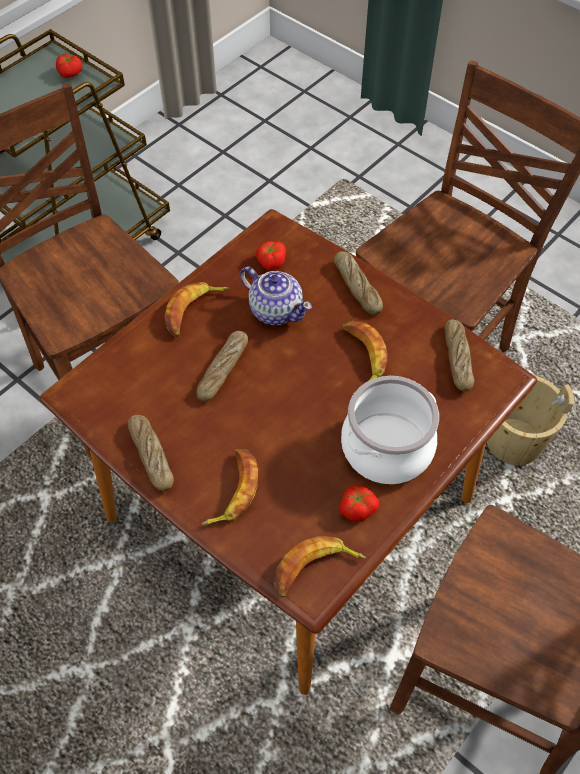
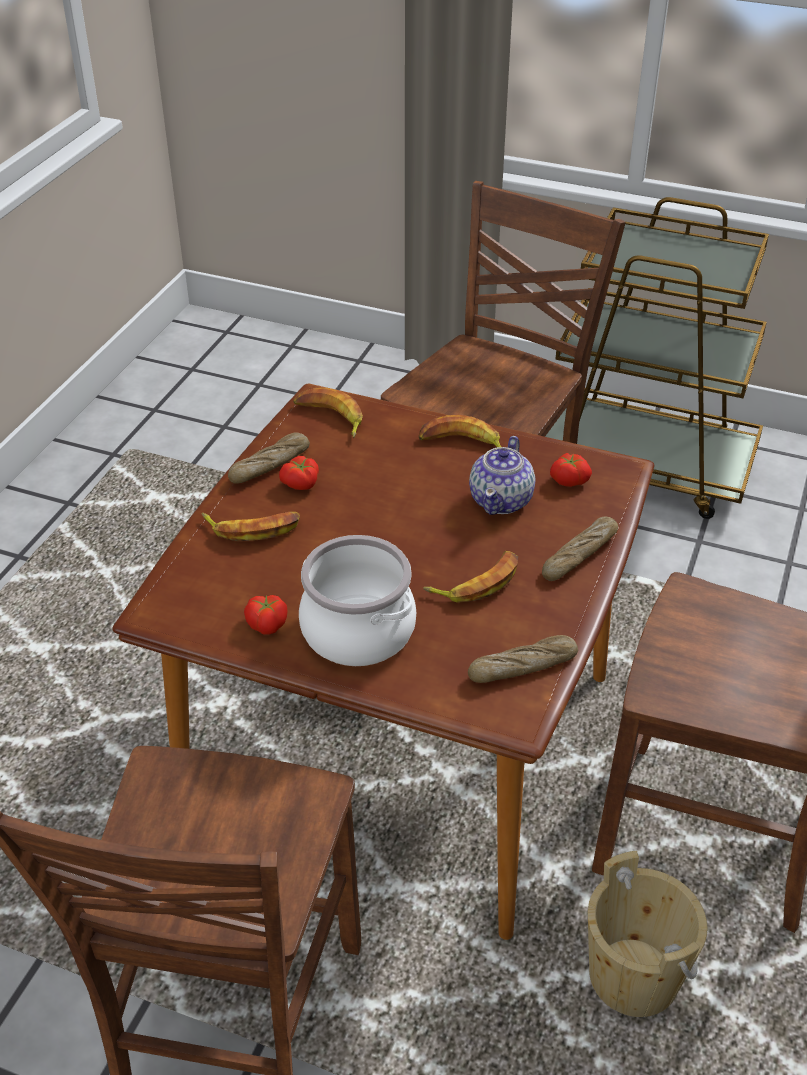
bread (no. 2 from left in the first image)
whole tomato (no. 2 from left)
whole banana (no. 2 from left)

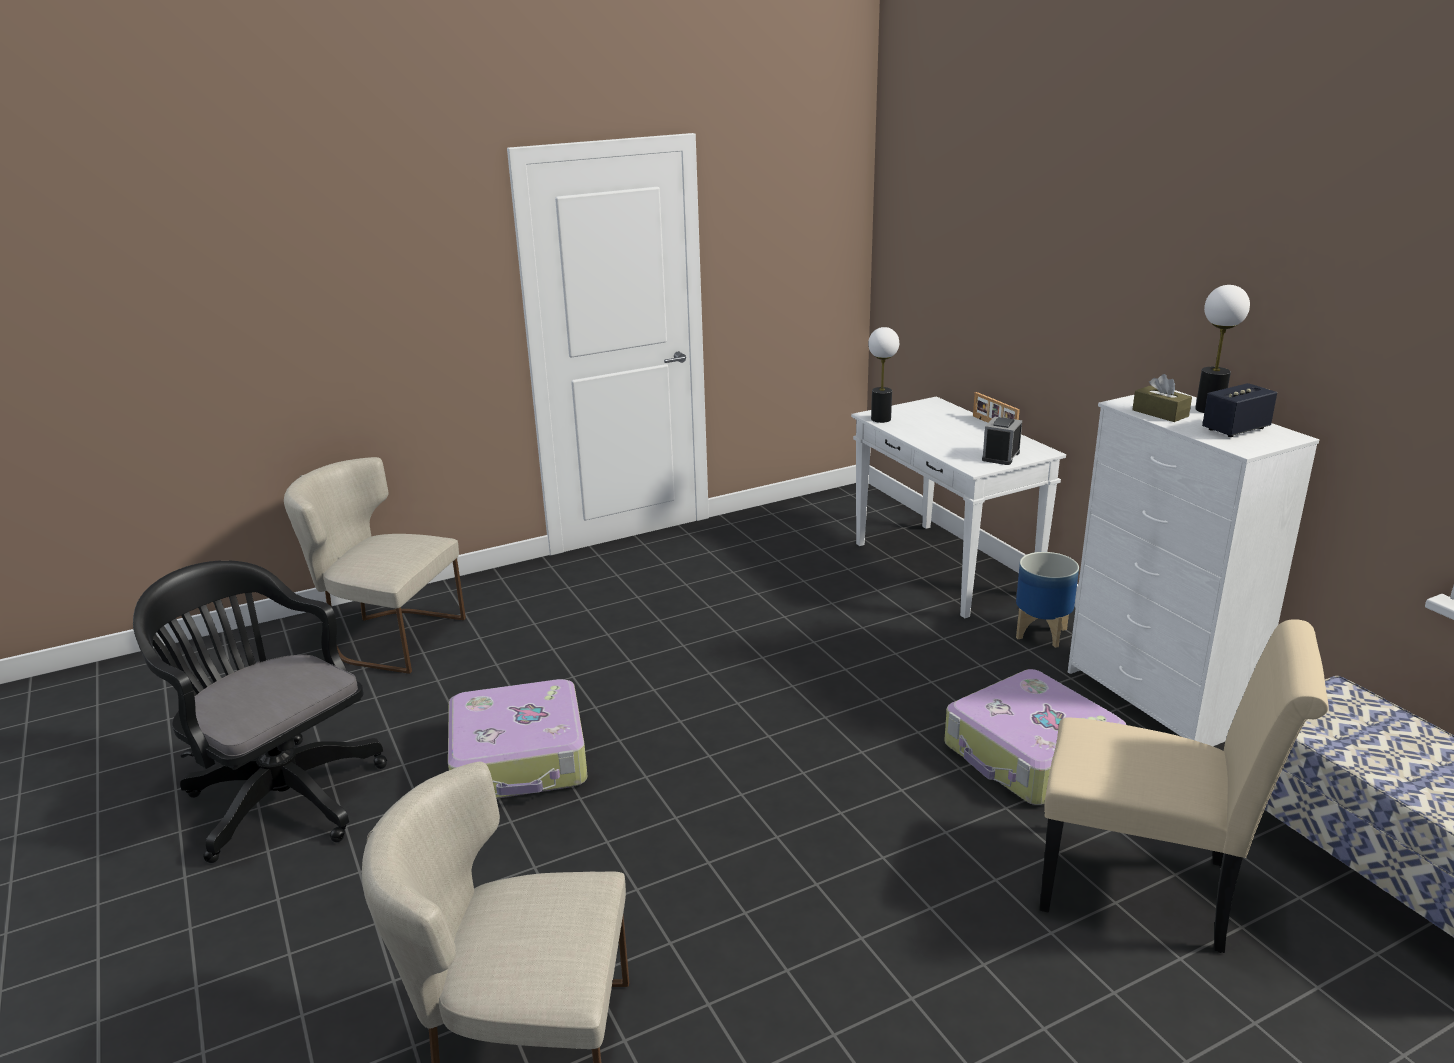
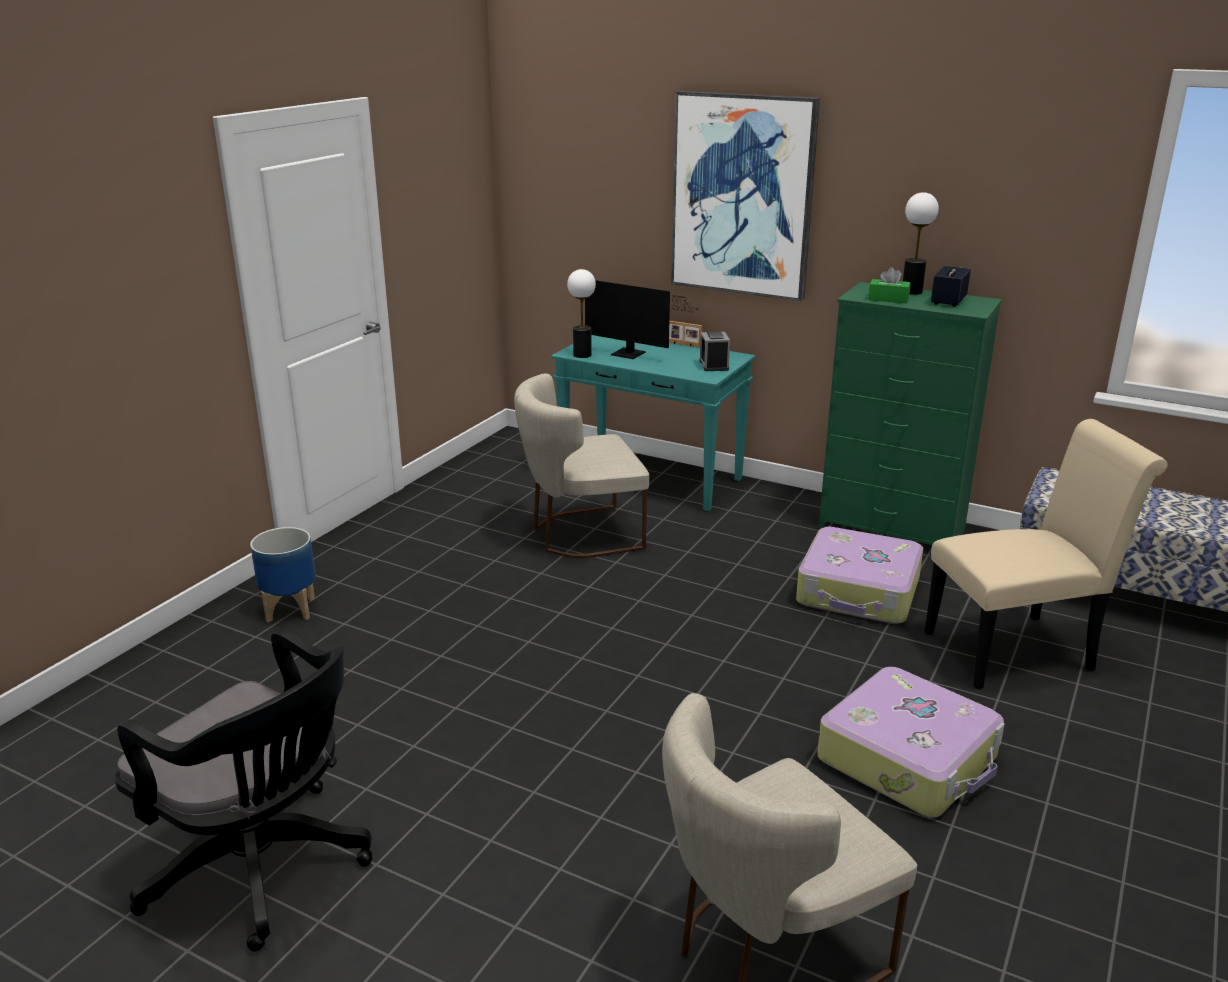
monitor
wall art
plain chair in beige-coloured (no. 1 from left)
travel case (no. 2 from left)
planter
console table in turquoise
drawer chest in green-coloured
tissue holder in green-coloured
desk chair in black-coloured

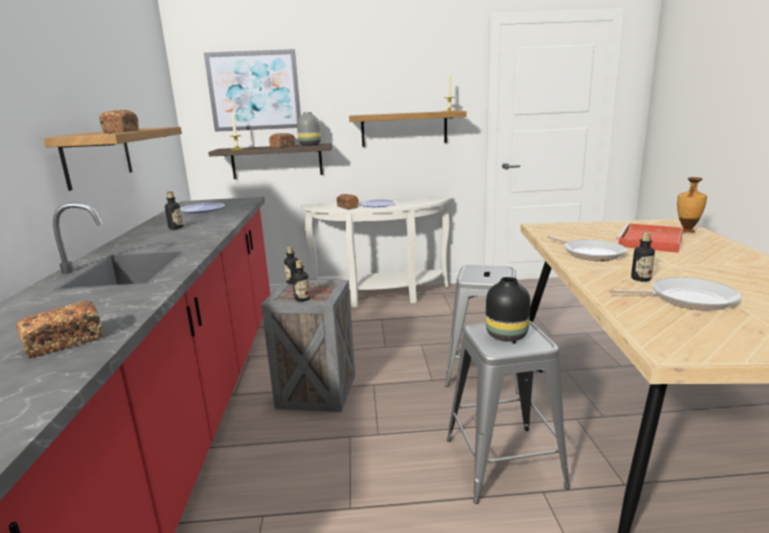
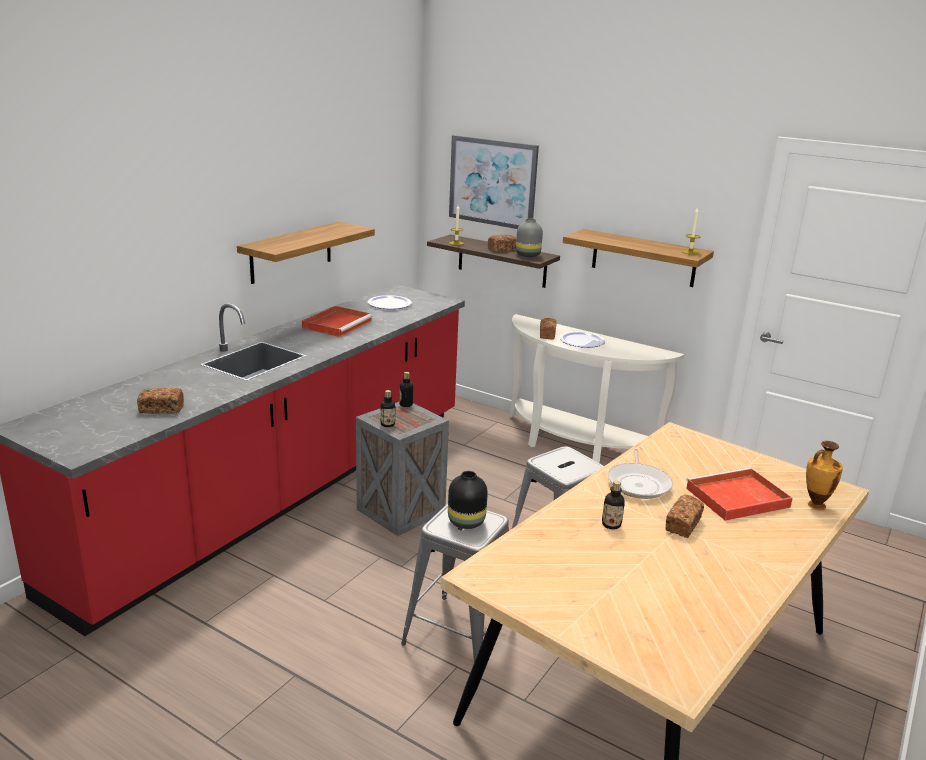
frying pan (no. 2 from left in the first image)
bread (no. 4 from left)
serving tray in reddish (no. 1 from left)

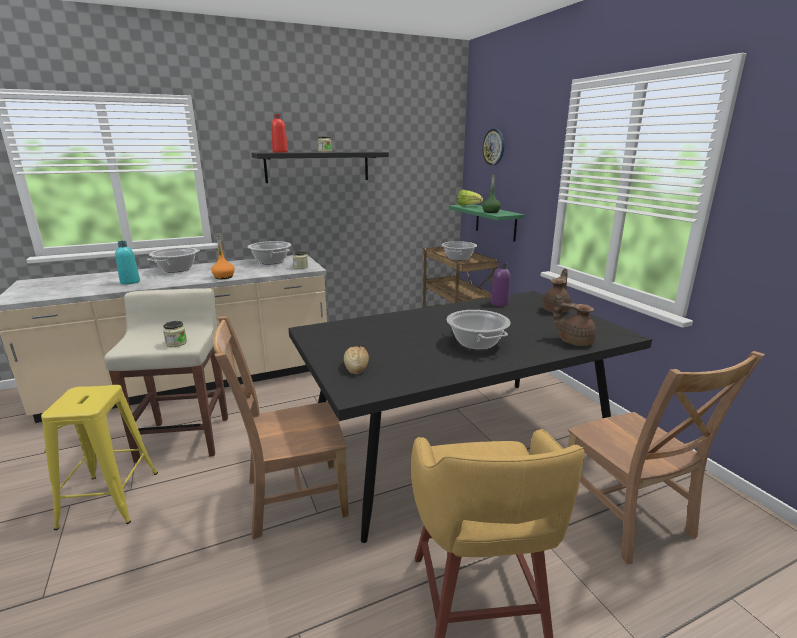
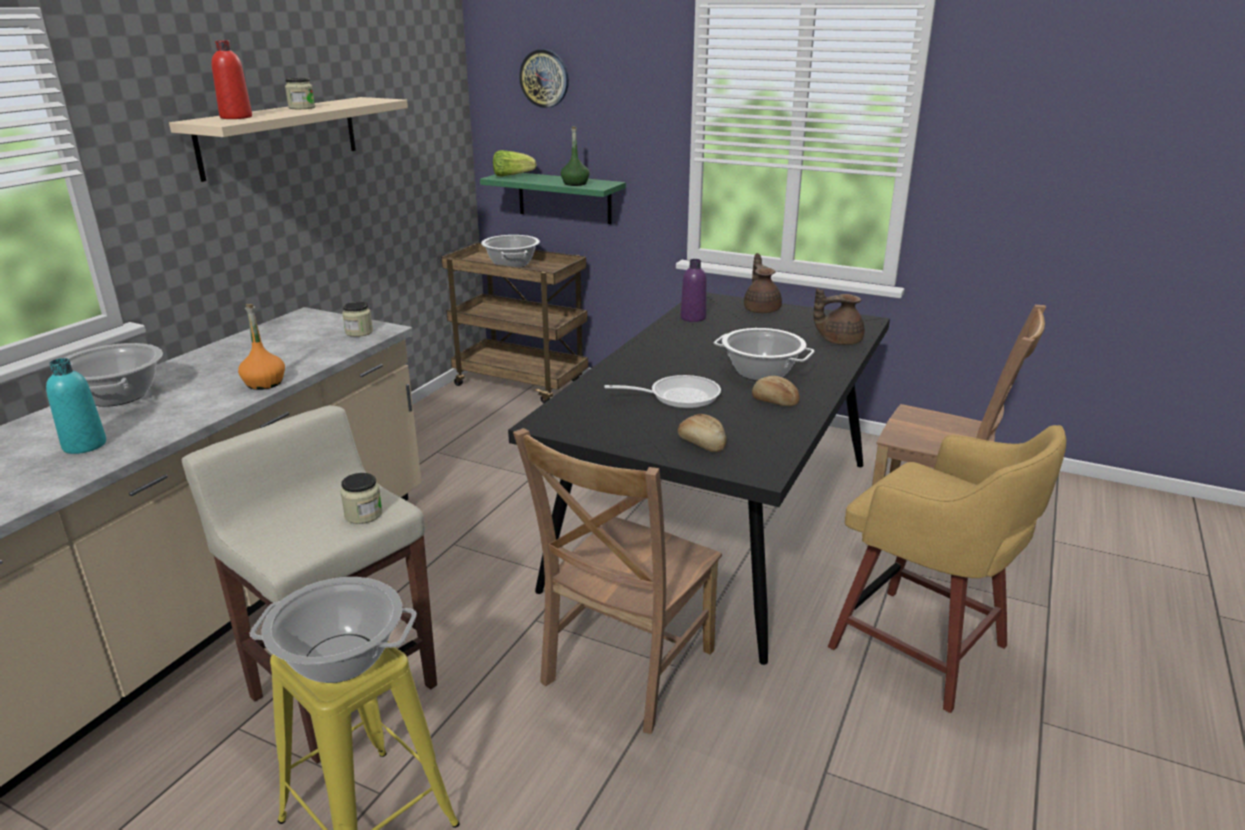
frying pan
bread (no. 2 from left)
saucepot (no. 2 from left)
shelf in beige-coloured

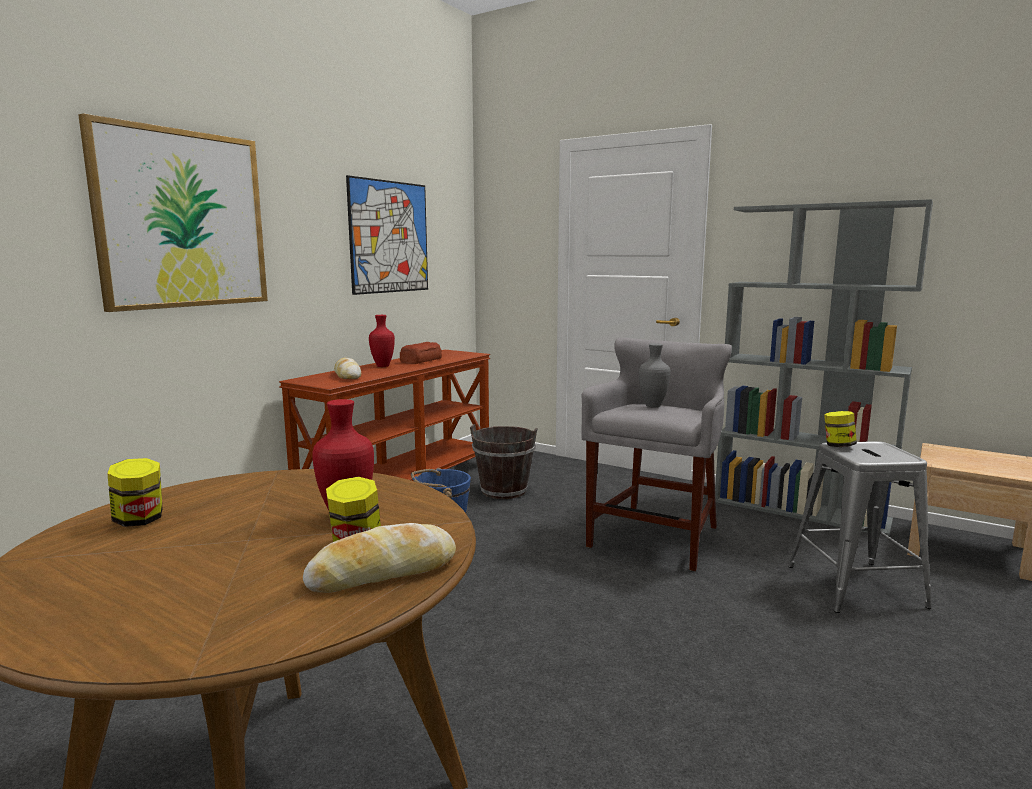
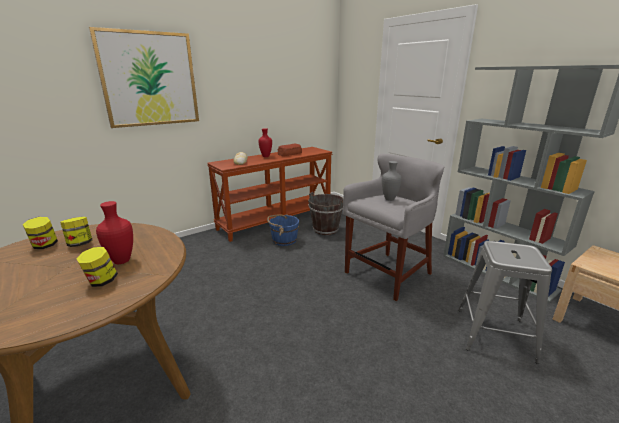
bread (no. 2 from left in the first image)
wall art (no. 2 from left in the first image)
storage jar (no. 2 from left)

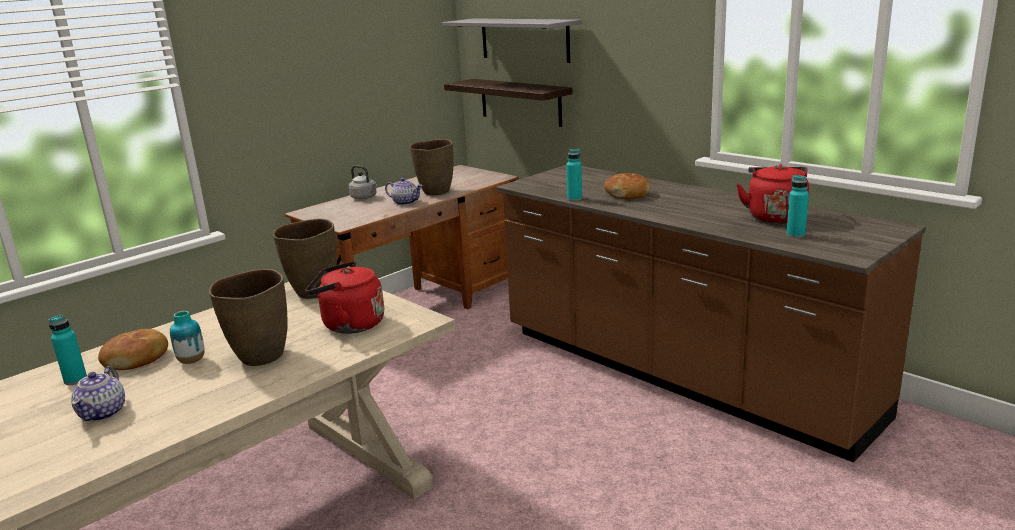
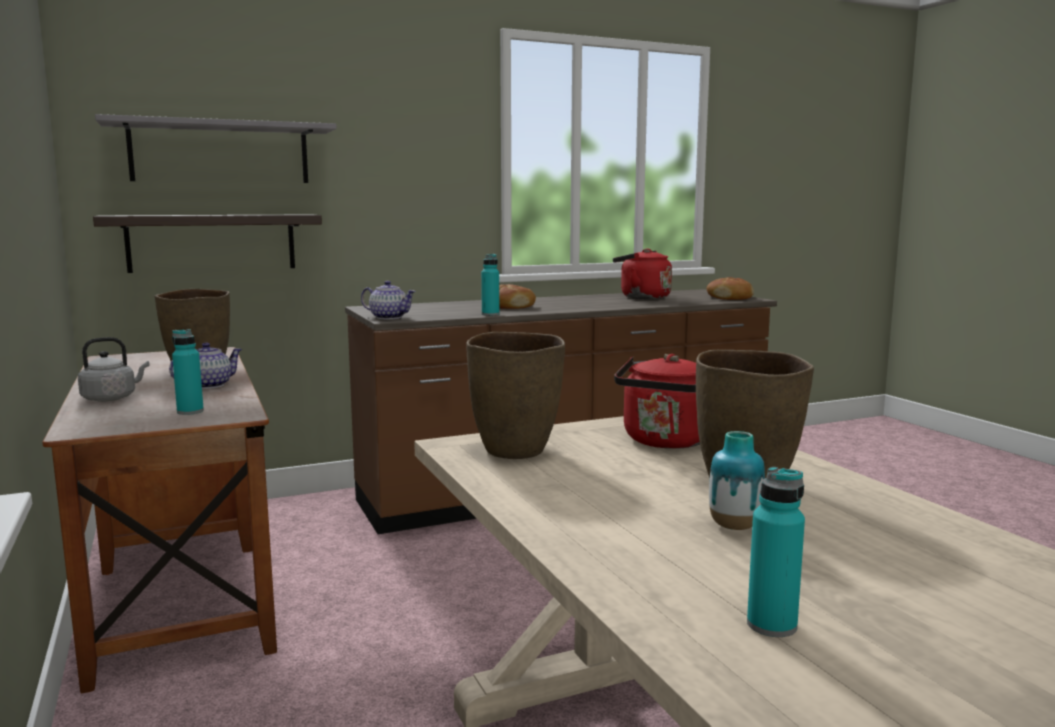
pot for tea (no. 2 from left)
bread (no. 2 from left)
drink bottle in turquoise (no. 1 from left)

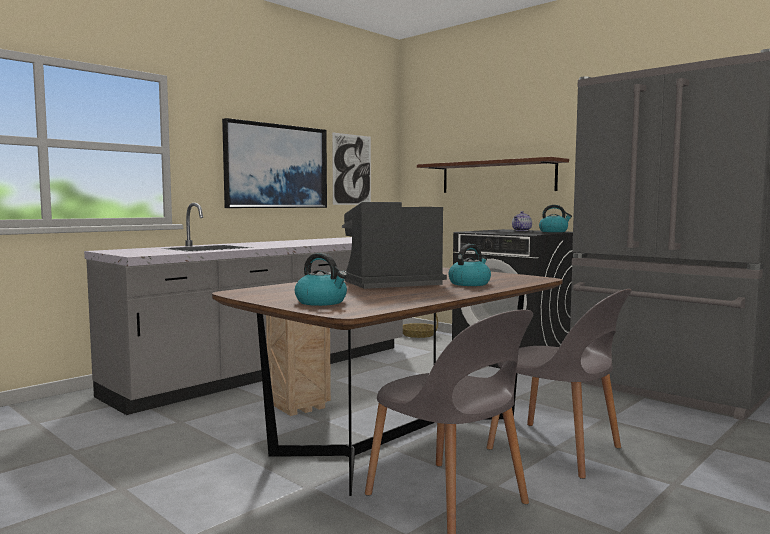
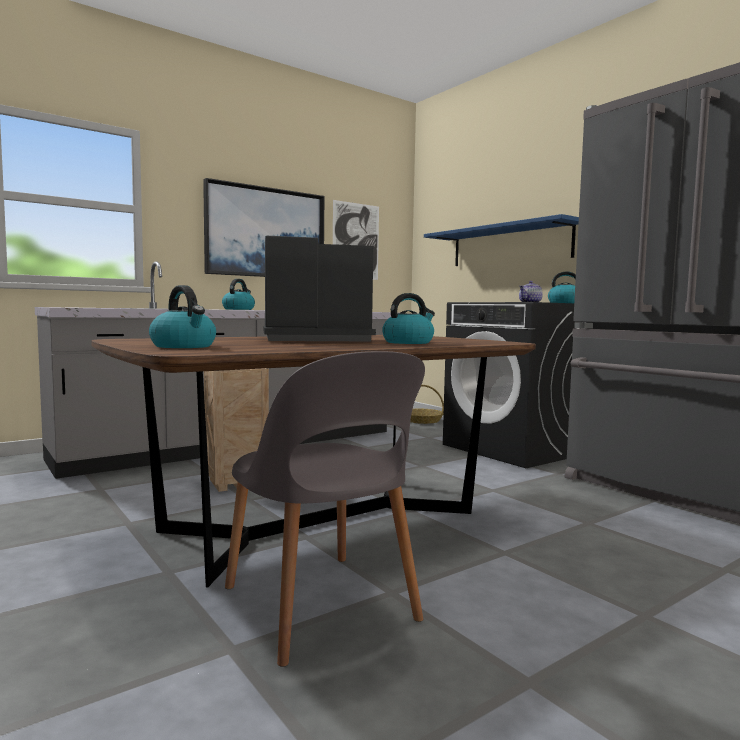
plain chair in greyish (no. 2 from left in the first image)
water kettle (no. 2 from left)
shelf in blue

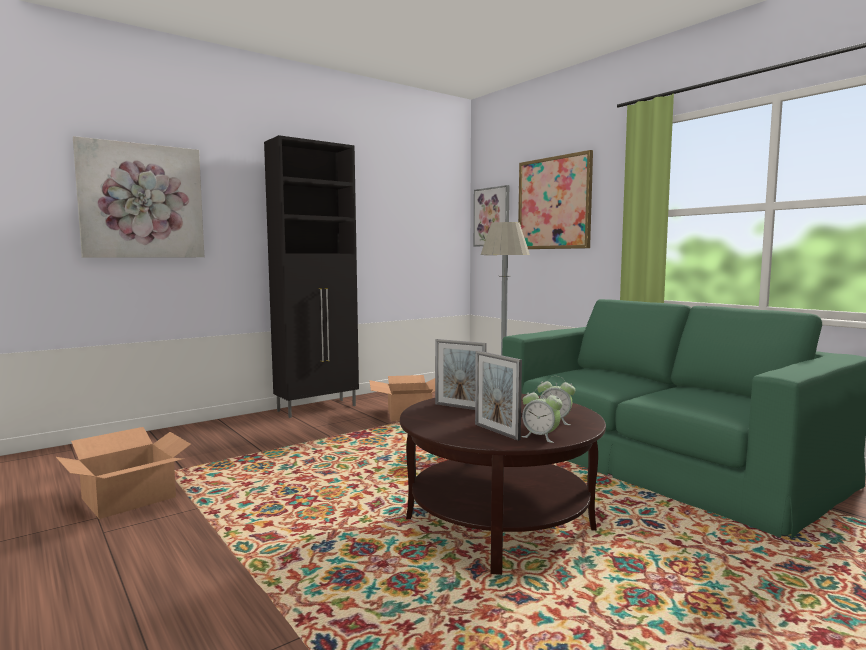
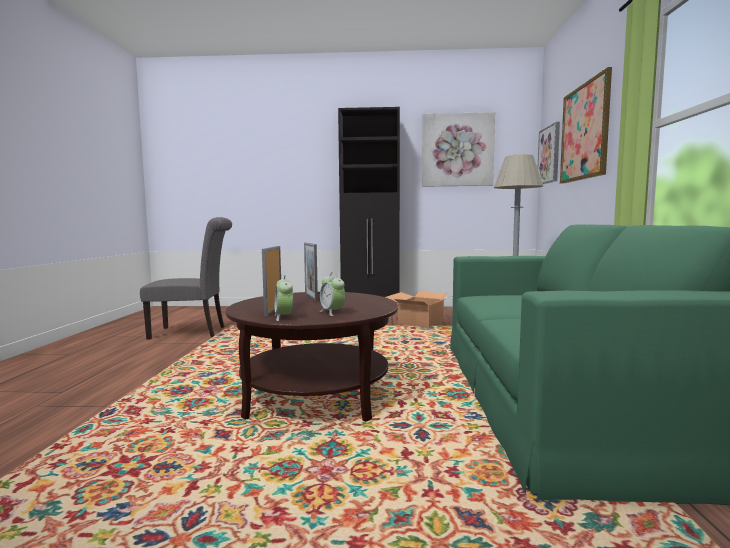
wall art (no. 1 from left)
plain chair in greyish

